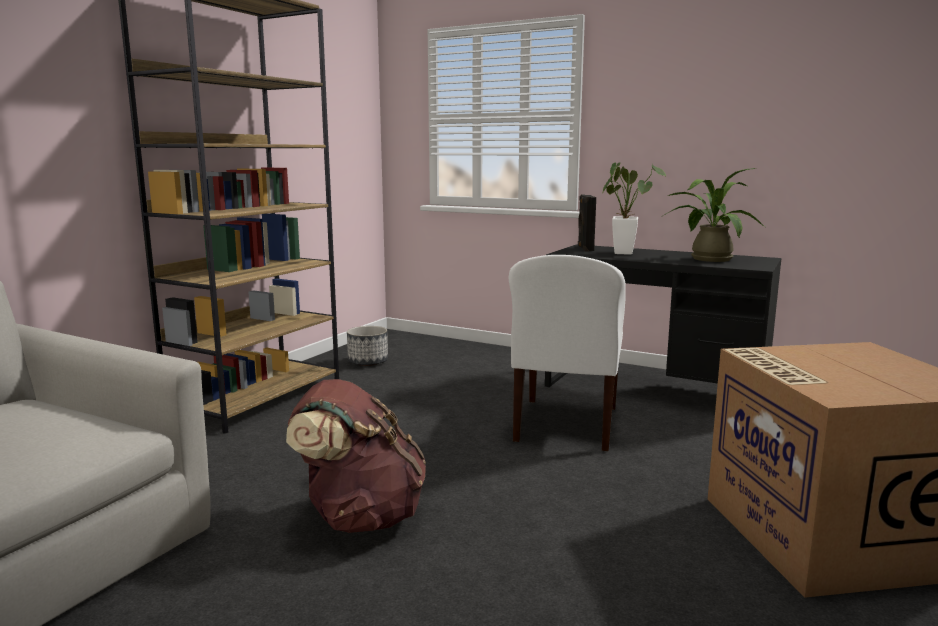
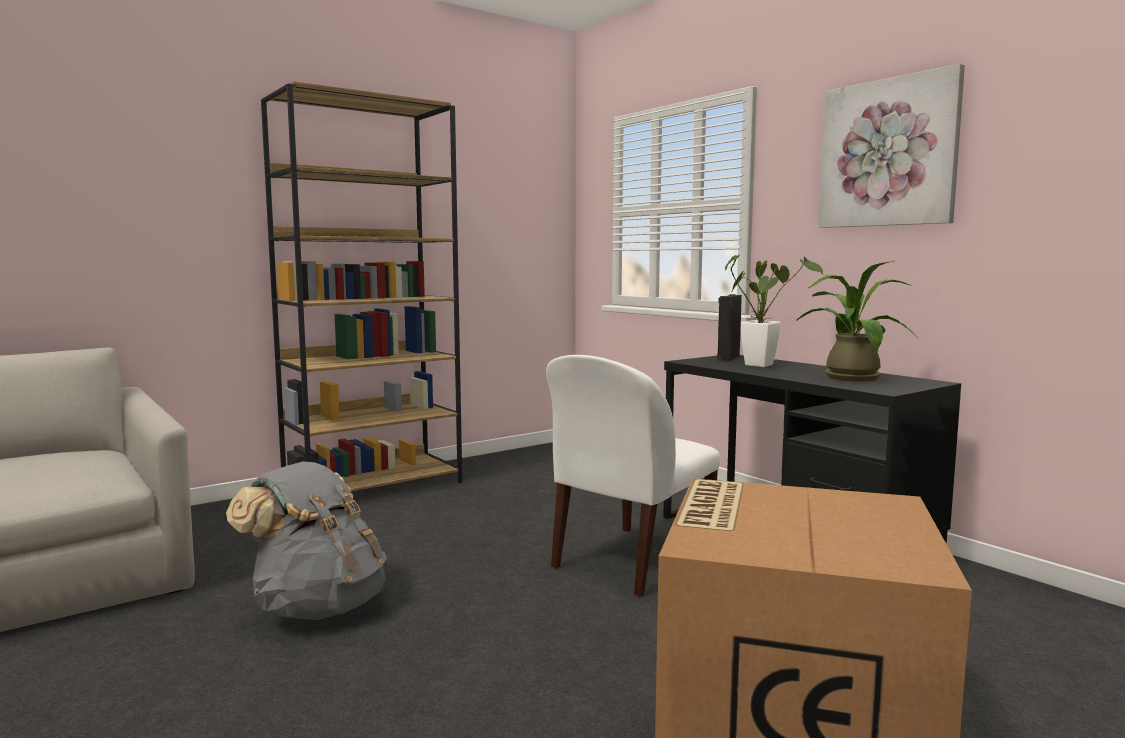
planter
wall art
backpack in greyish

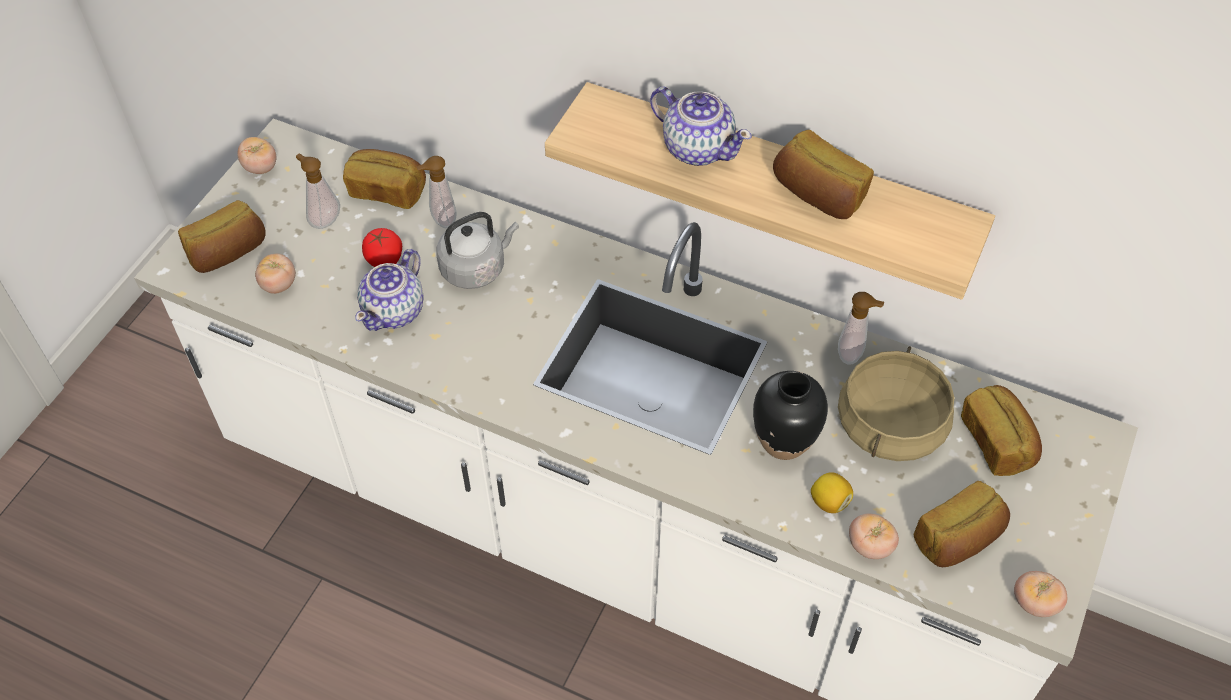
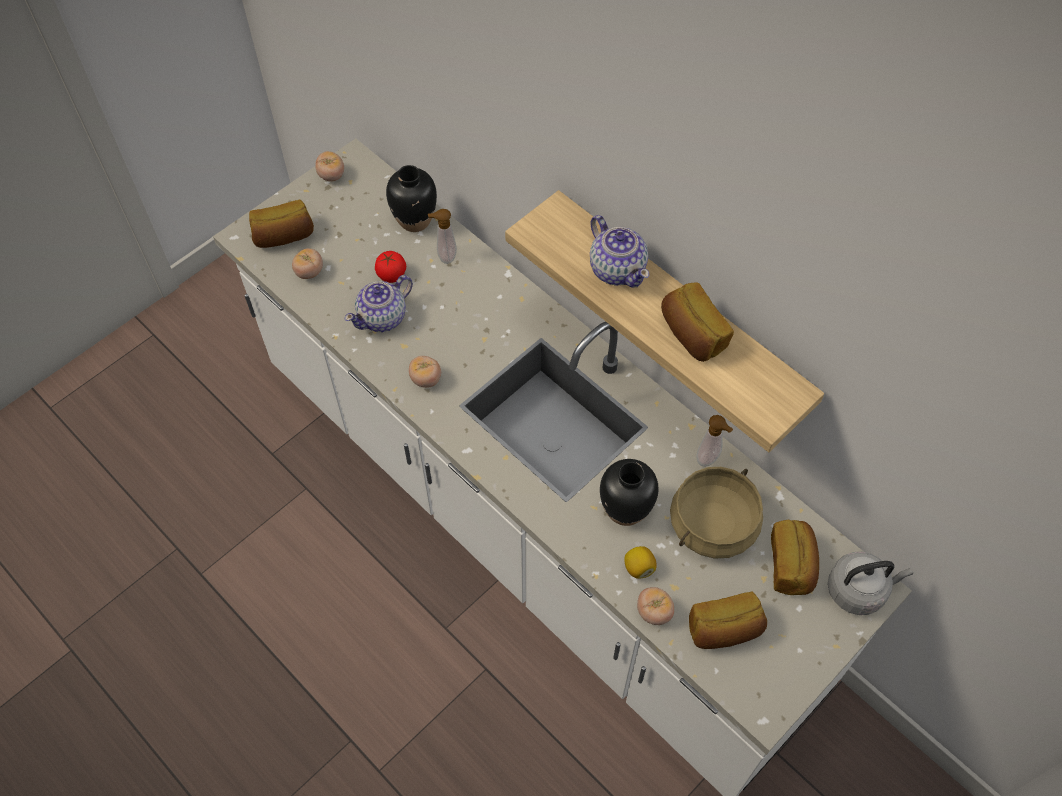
soap dispenser (no. 1 from left in the first image)
water kettle in greyish
whole tomato (no. 4 from left)
flower vase in black-coloured (no. 1 from left)

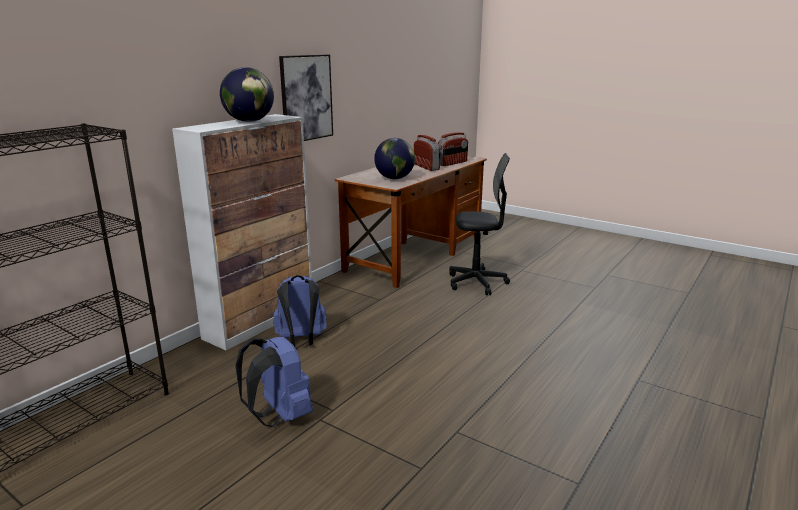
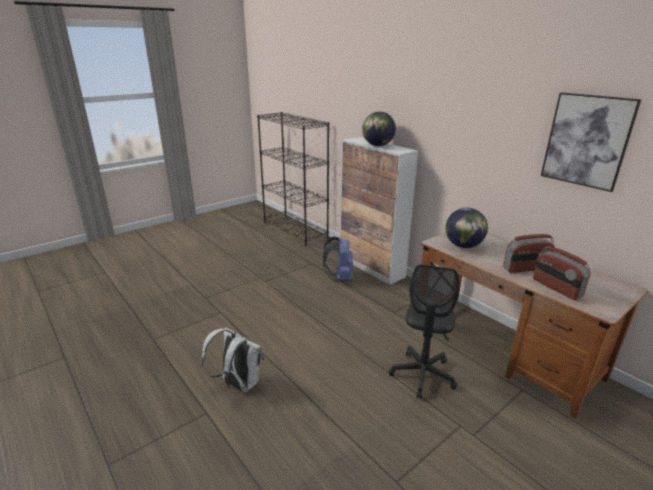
backpack in blue (no. 1 from left in the first image)
backpack in white-coloured
wall art

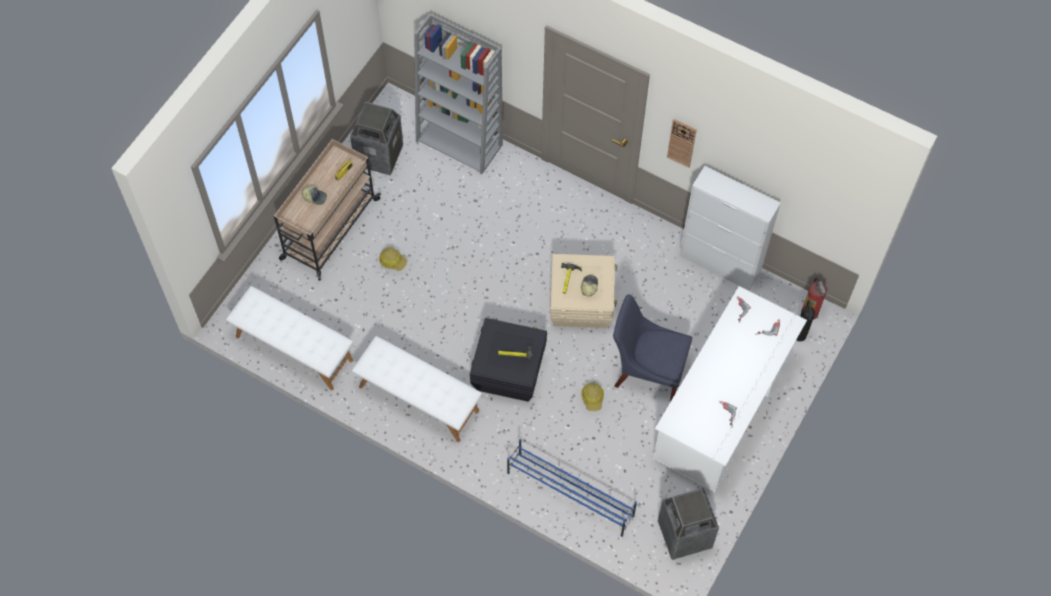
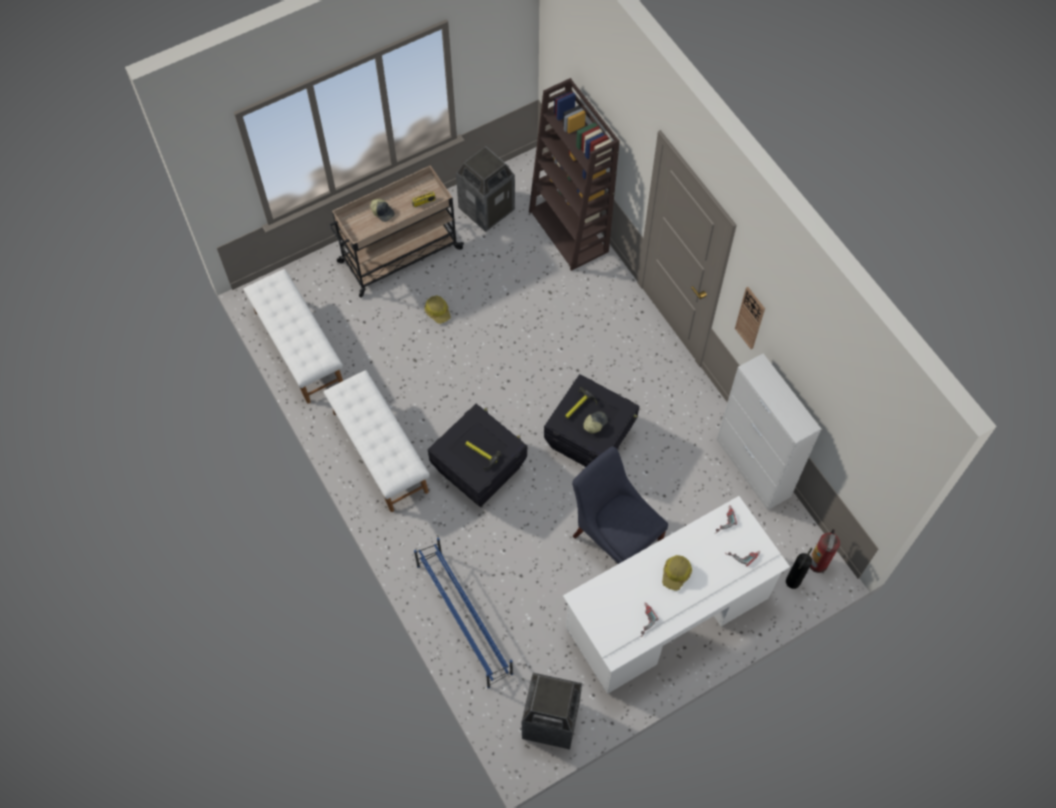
safety helmet (no. 2 from left)
bookshelf in brownish
storage bin in black-coloured (no. 2 from left)

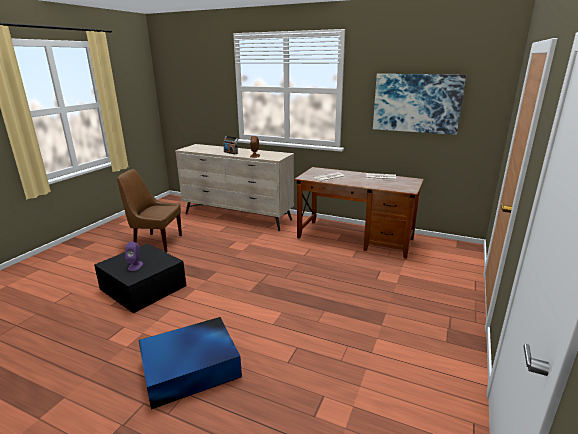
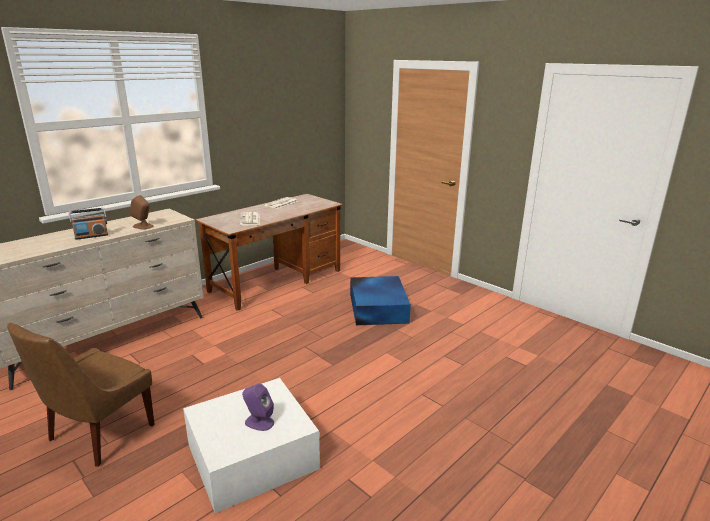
wall art
storage bin in blue
storage bin in white-coloured

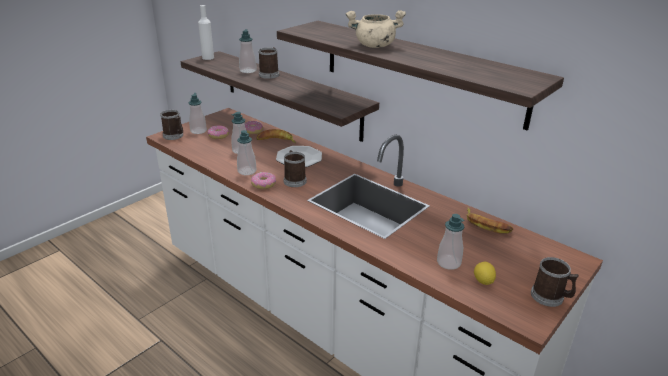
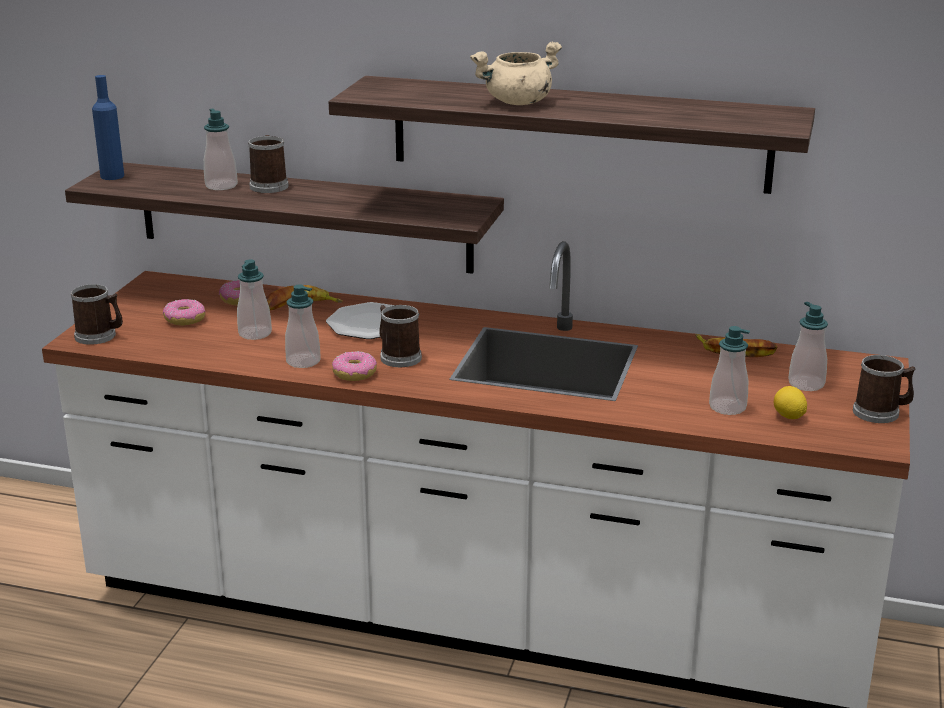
soap dispenser (no. 5 from left)
drink bottle in blue

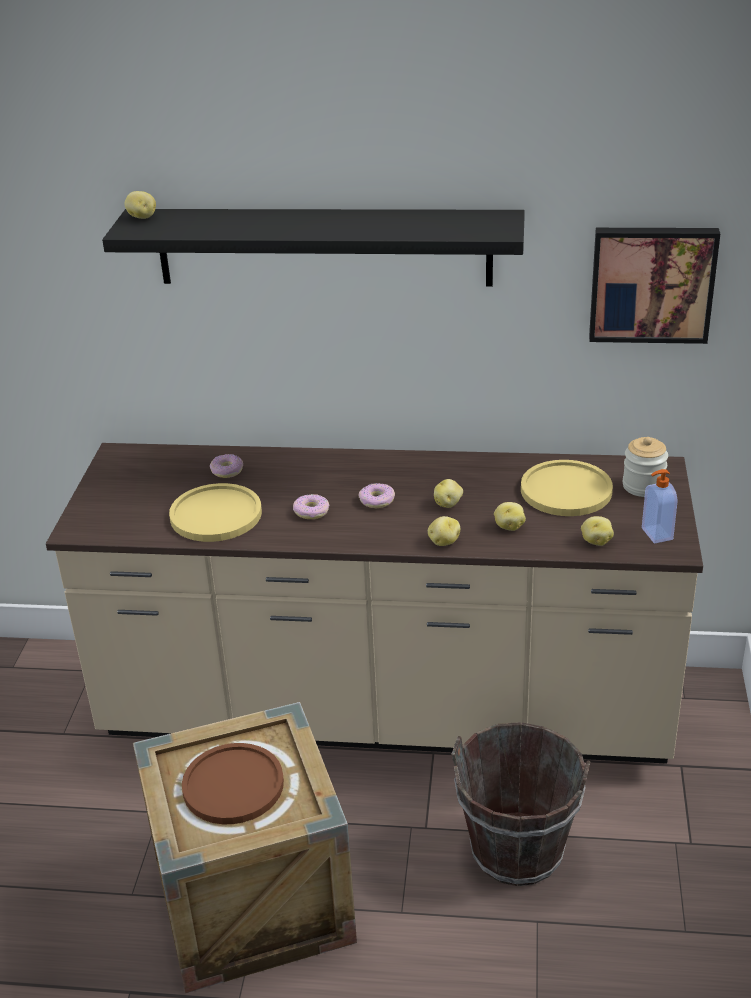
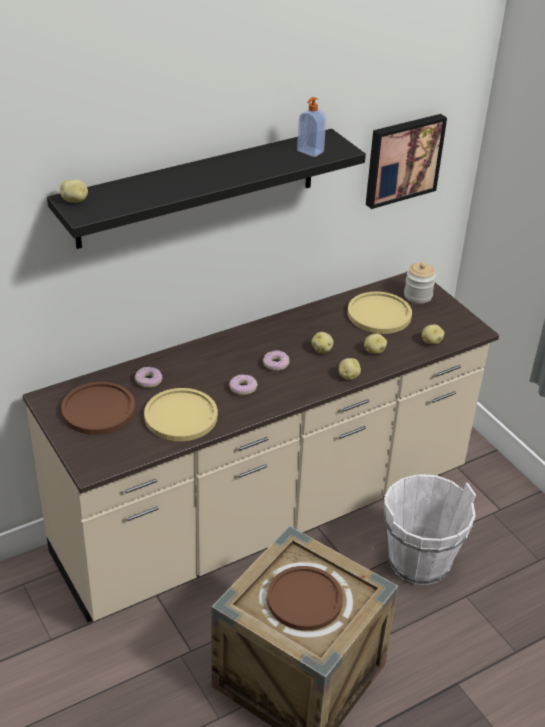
flat dish in brownish (no. 1 from left)
soap dispenser
water bucket in white-coloured

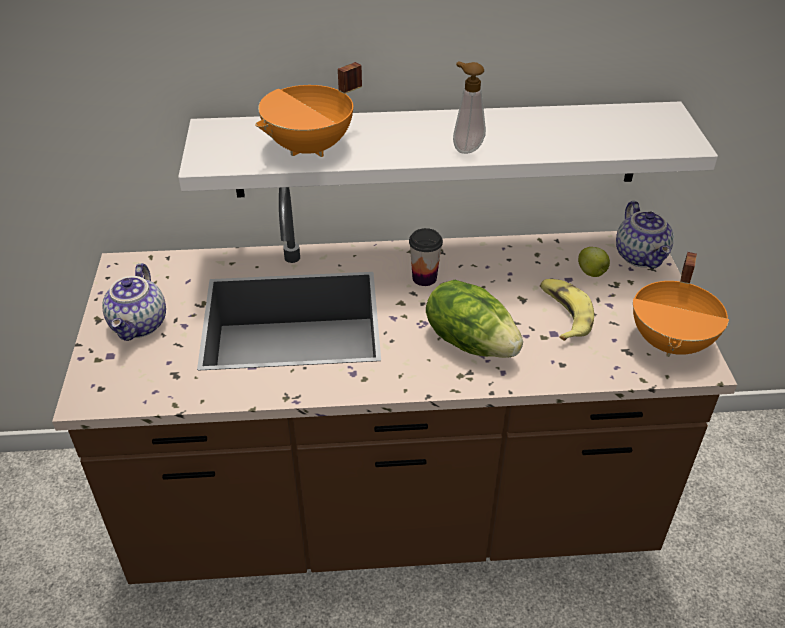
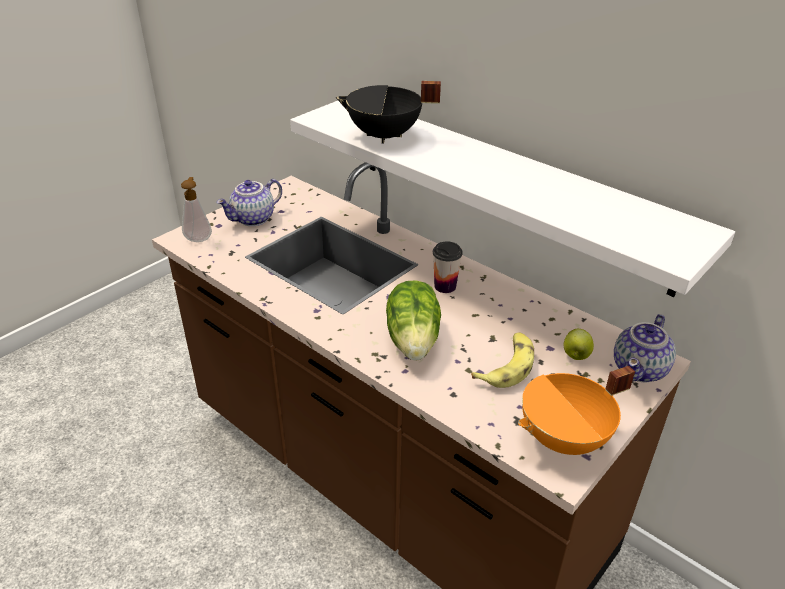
soap dispenser
saucepot in black-coloured

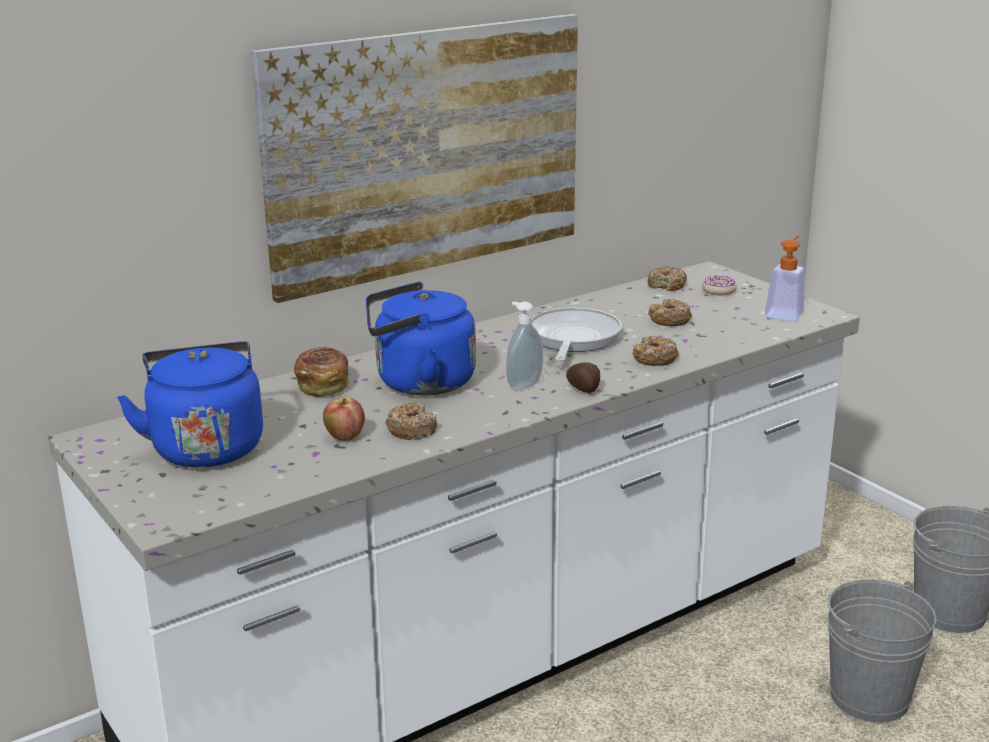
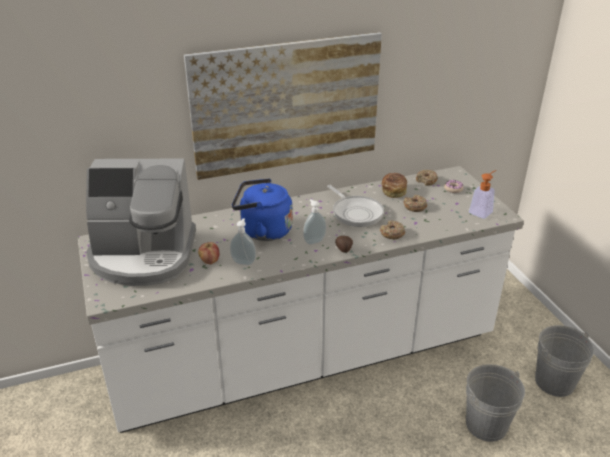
bread
coffee brewer
soap dispenser (no. 1 from left)
frying pan

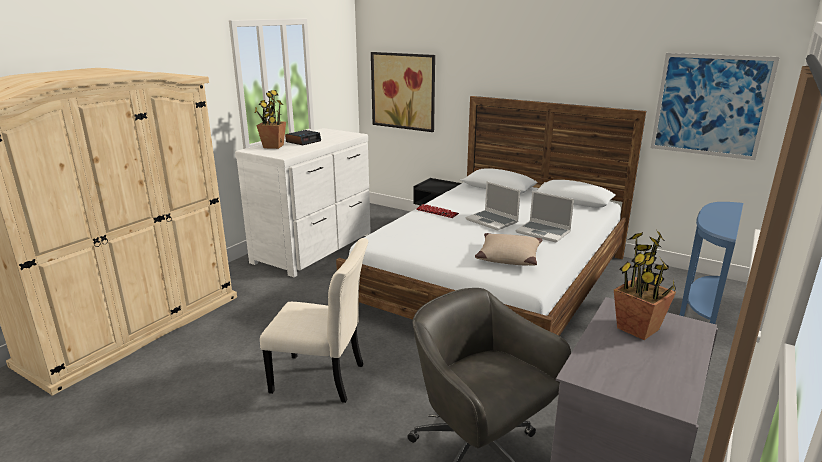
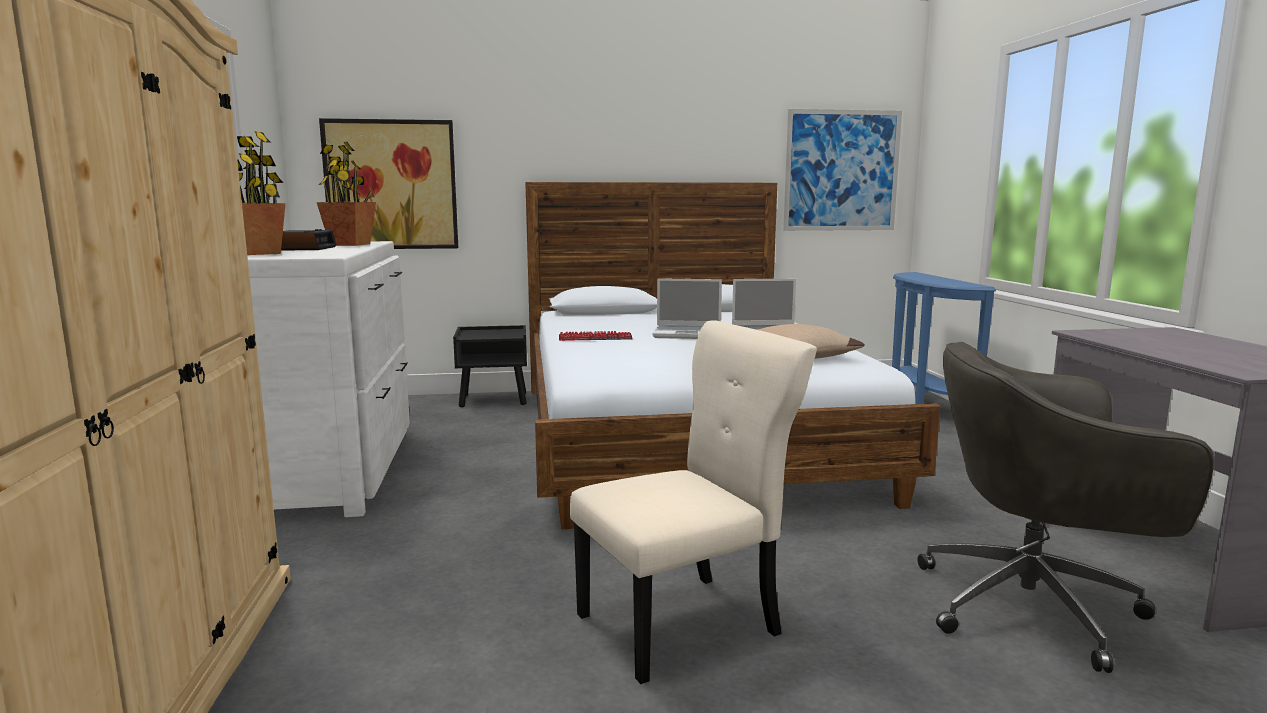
potted plant (no. 2 from left)

